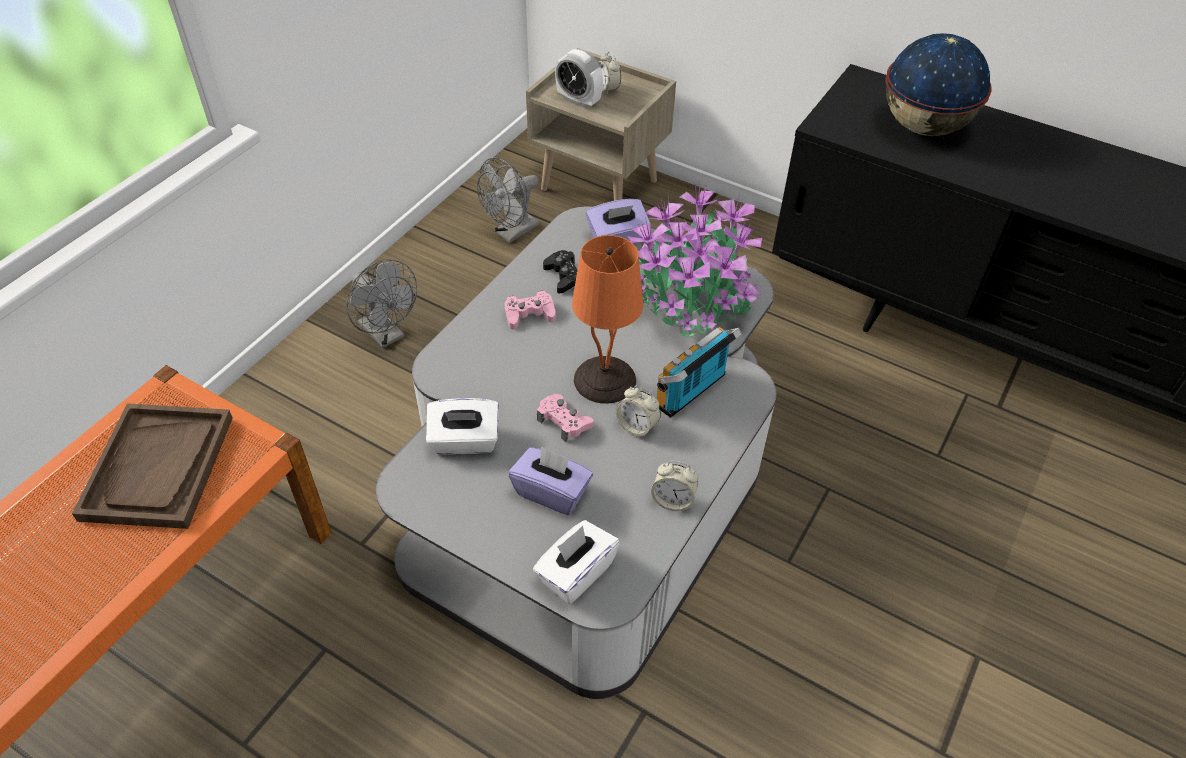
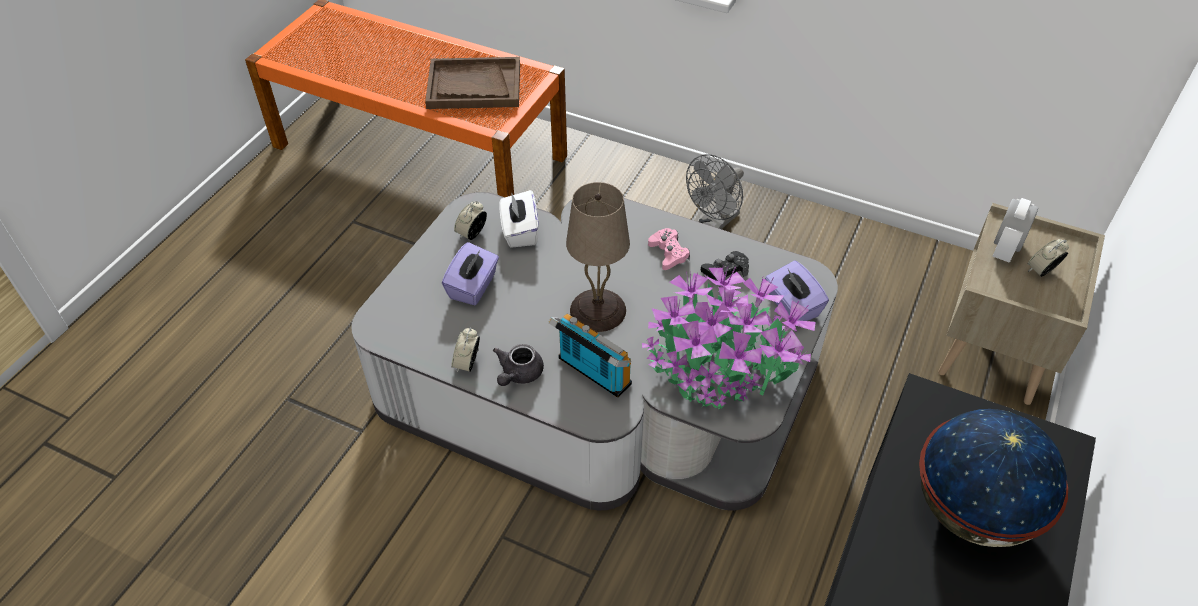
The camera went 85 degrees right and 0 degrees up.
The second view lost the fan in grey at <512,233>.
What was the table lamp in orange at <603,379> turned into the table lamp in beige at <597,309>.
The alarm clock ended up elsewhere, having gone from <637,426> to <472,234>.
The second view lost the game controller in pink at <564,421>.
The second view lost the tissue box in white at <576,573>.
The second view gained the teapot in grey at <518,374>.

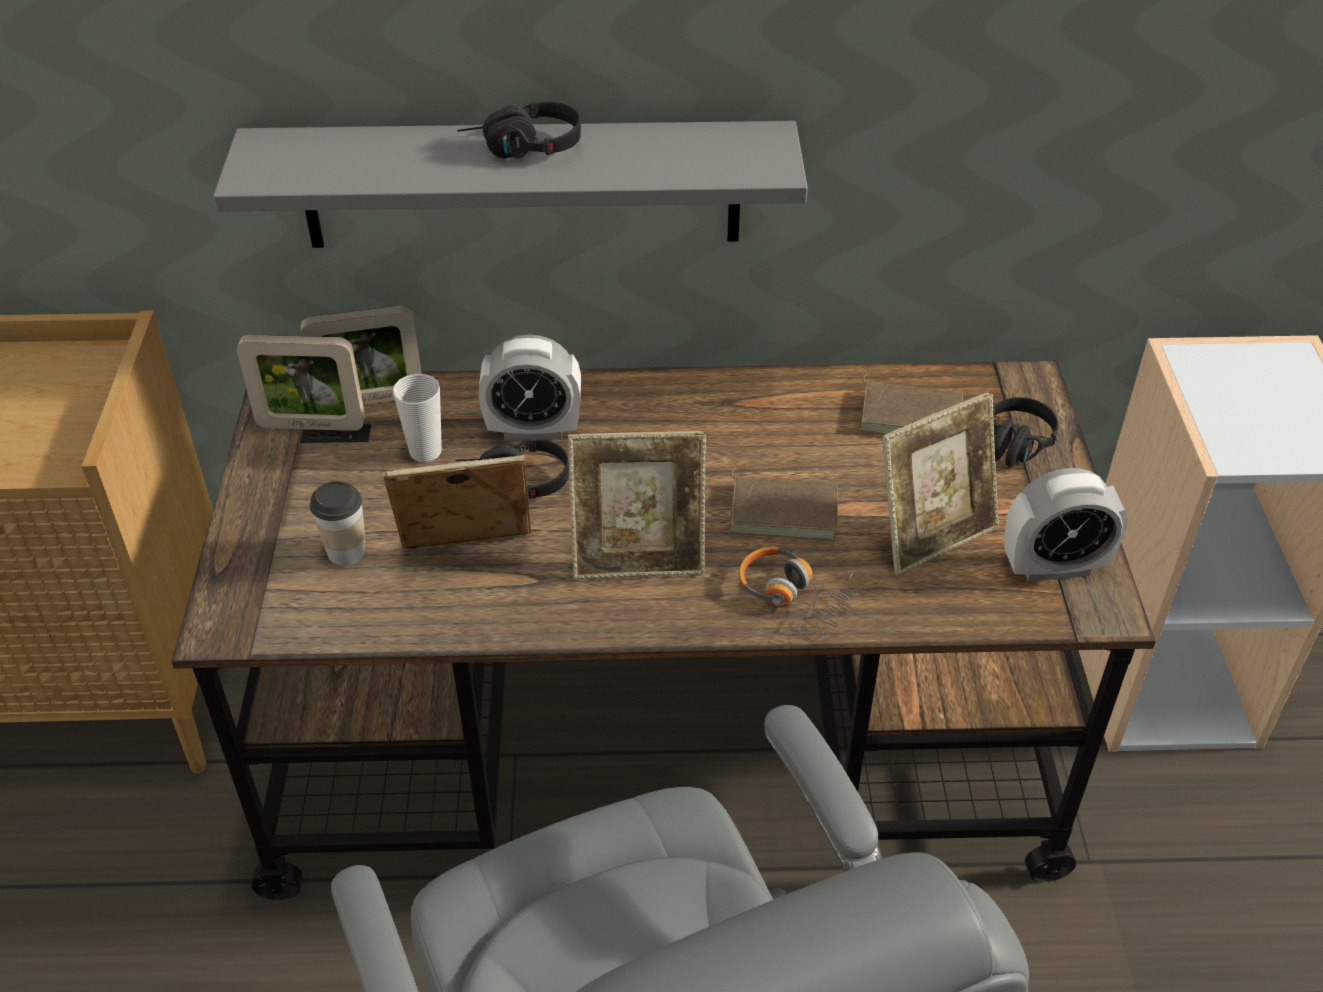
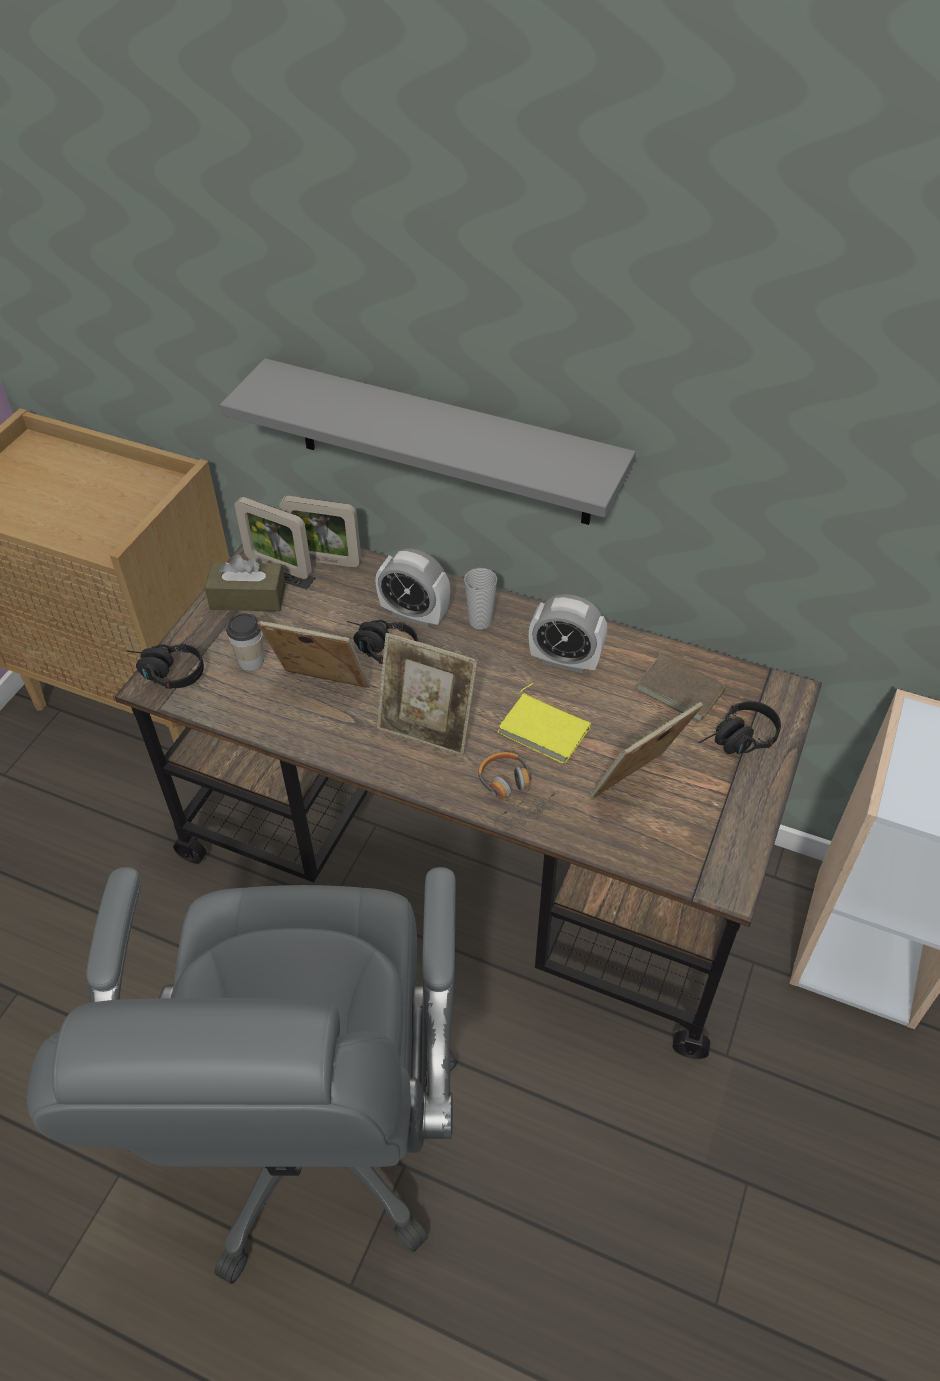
The camera went 25 degrees right and 5 degrees up.
The headphones in black ended up elsewhere, having gone from <521,149> to <165,673>.
The cup ended up elsewhere, having gone from <425,451> to <480,621>.
The picture frame at <933,536> ended up facing another way, 150 degrees clockwise from before.
What was the book in brown at <784,510> turned into the book in yellow at <545,729>.
The alarm clock ended up elsewhere, having gone from <1053,567> to <565,661>.
The second view gained the tissue box in brown at <248,597>.

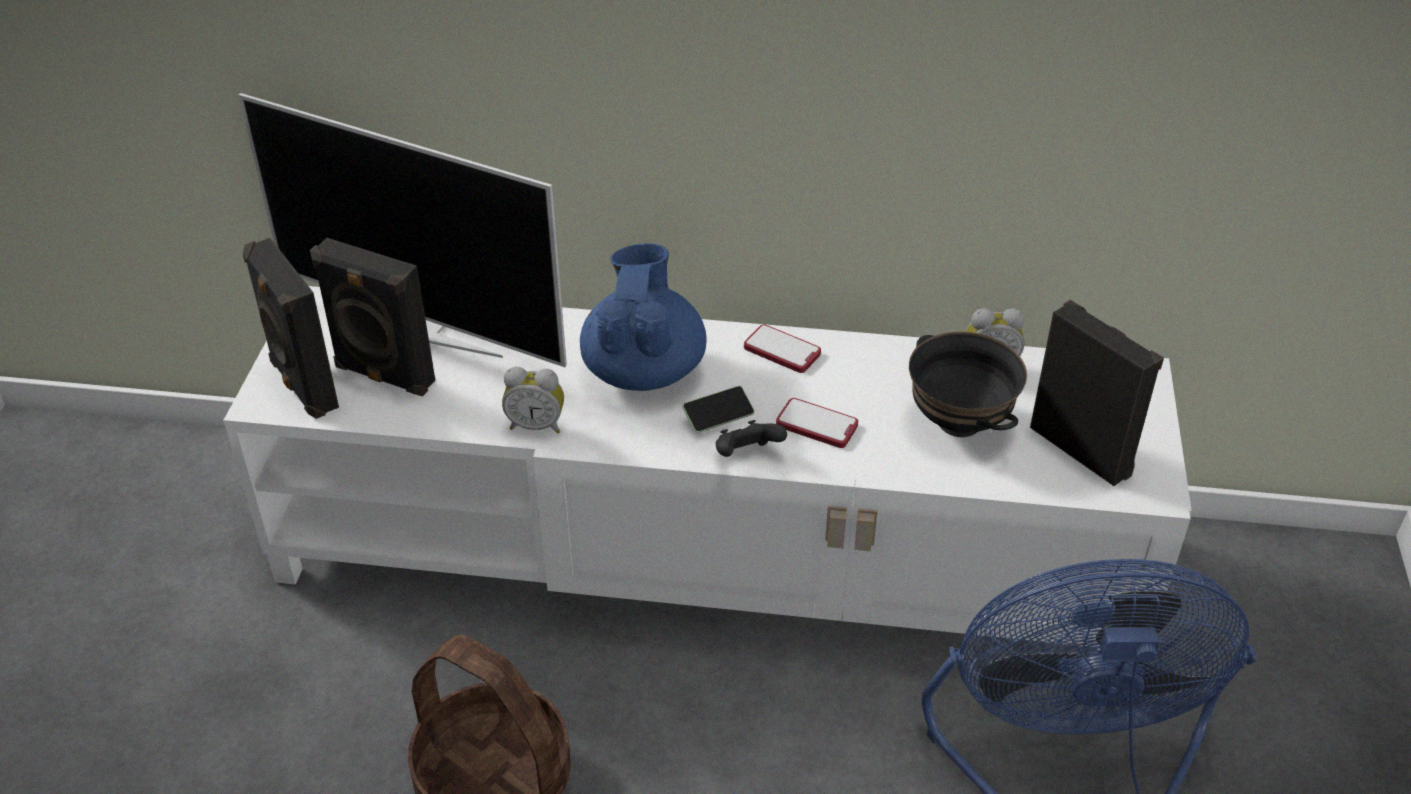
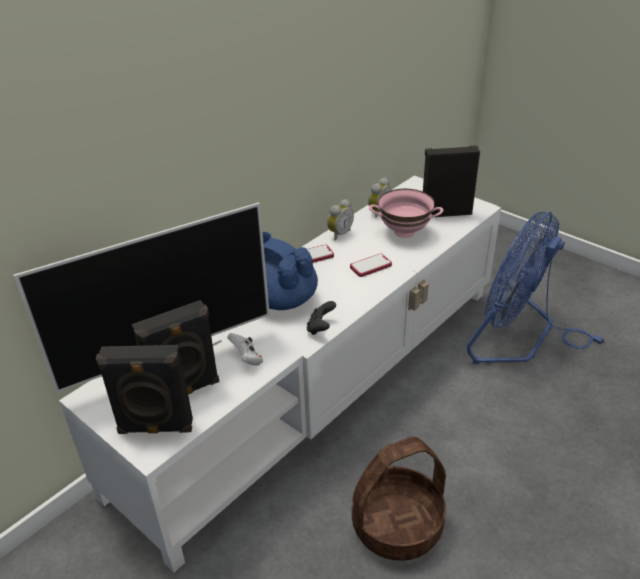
The camera went 55 degrees left and 5 degrees down.
What was the bowl in black at <958,423> turned into the bowl in pink at <404,232>.
The alarm clock ended up elsewhere, having gone from <536,424> to <339,234>.
The second view lost the phone at <718,416>.
The game controller in black ended up elsewhere, having gone from <747,455> to <321,328>.
The second view gained the game controller in white at <247,359>.

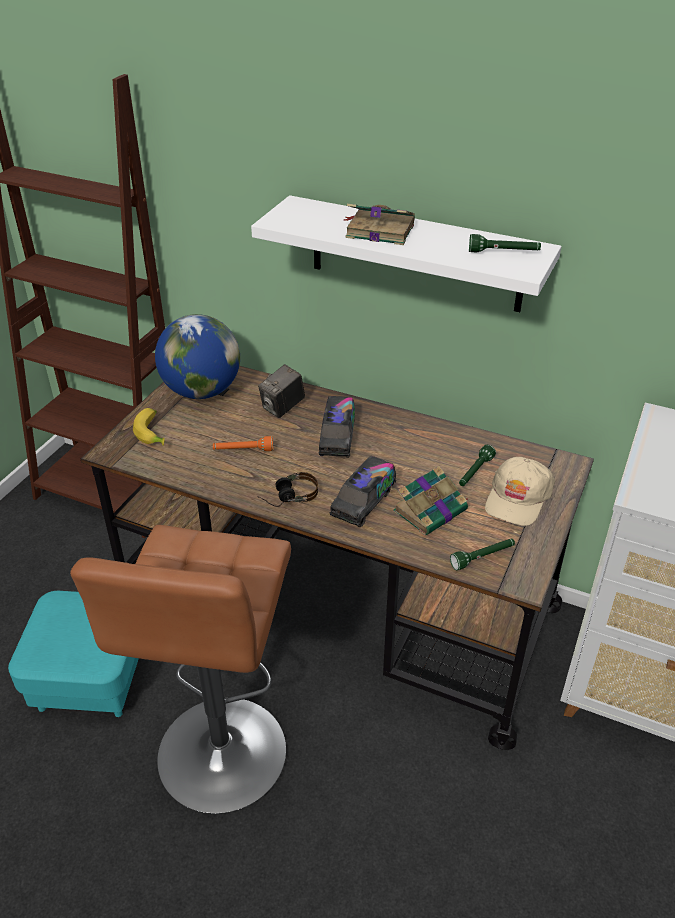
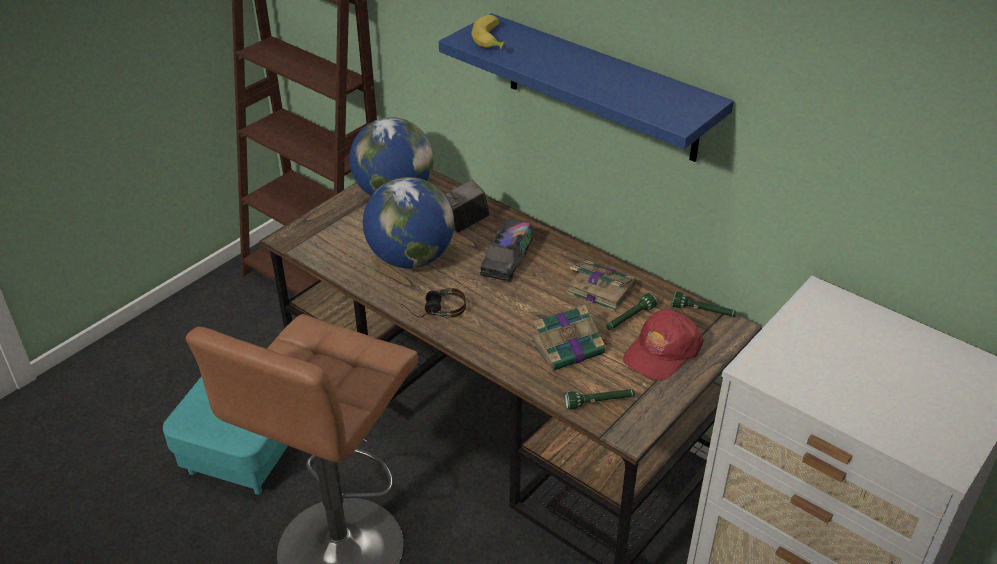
The camera went 15 degrees right and 0 degrees up.
What was the shelf in white at <415,254> turned into the shelf in blue at <601,88>.
The book ended up elsewhere, having gone from <378,231> to <599,288>.
The flashlight in green ended up elsewhere, having gone from <503,253> to <703,312>.
The banana ended up elsewhere, having gone from <154,433> to <493,40>.
Where the flashlight in orange stood at <243,450>, the globe came to stand at <411,258>.
The second view lost the toy truck at <363,502>.
What was the cap in beige at <517,498> turned into the cap in red at <661,352>.

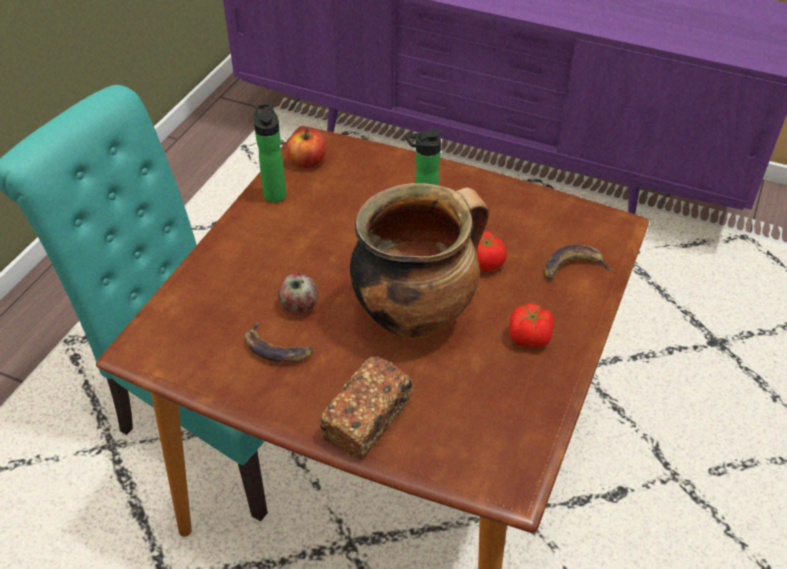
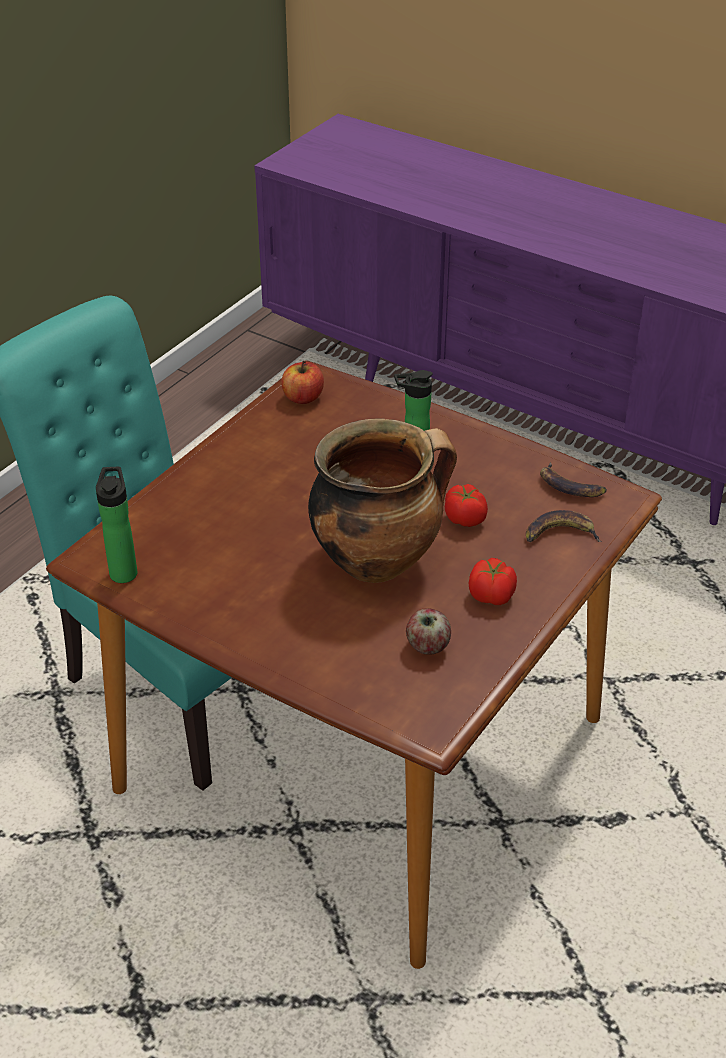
The camera went 10 degrees right and 5 degrees down.
The bottle ended up elsewhere, having gone from <274,193> to <123,571>.
The apple ended up elsewhere, having gone from <299,306> to <427,646>.
The banana ended up elsewhere, having gone from <276,348> to <570,486>.
The second view lost the bread at <367,420>.

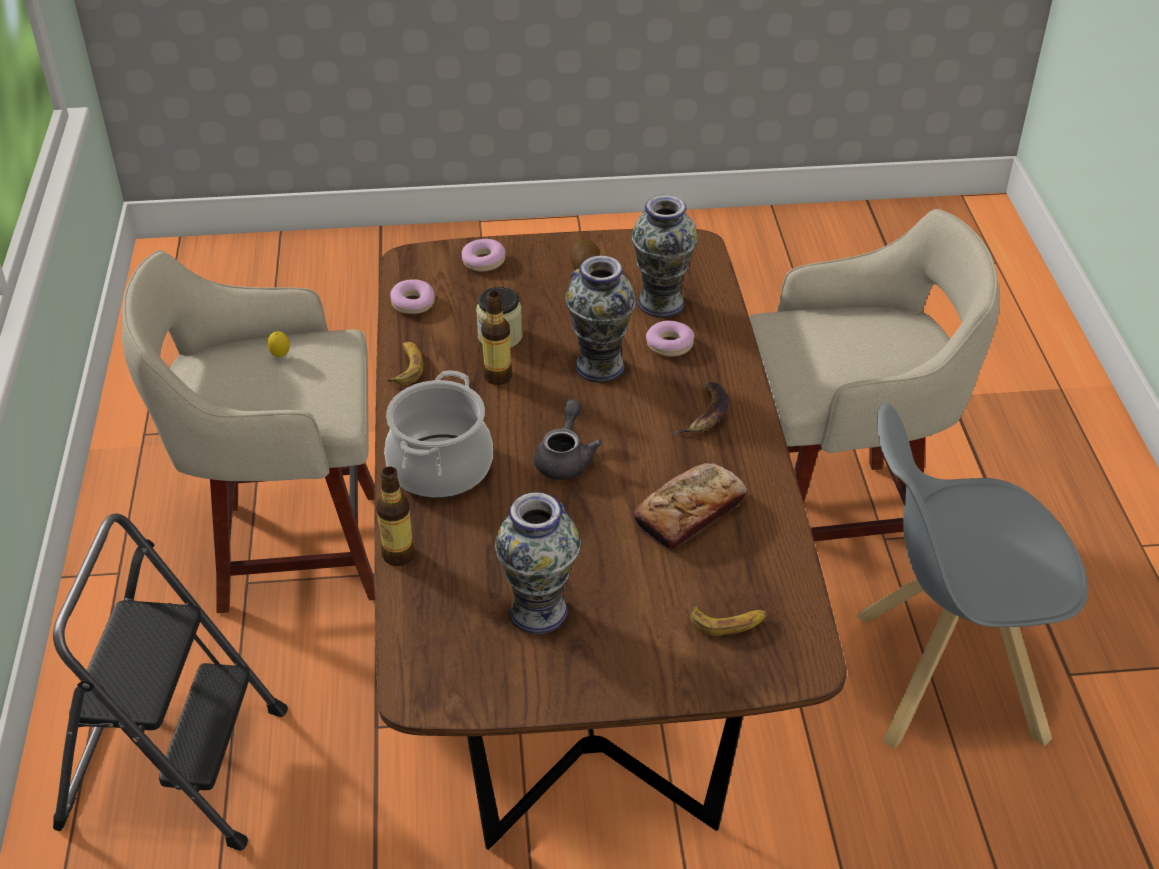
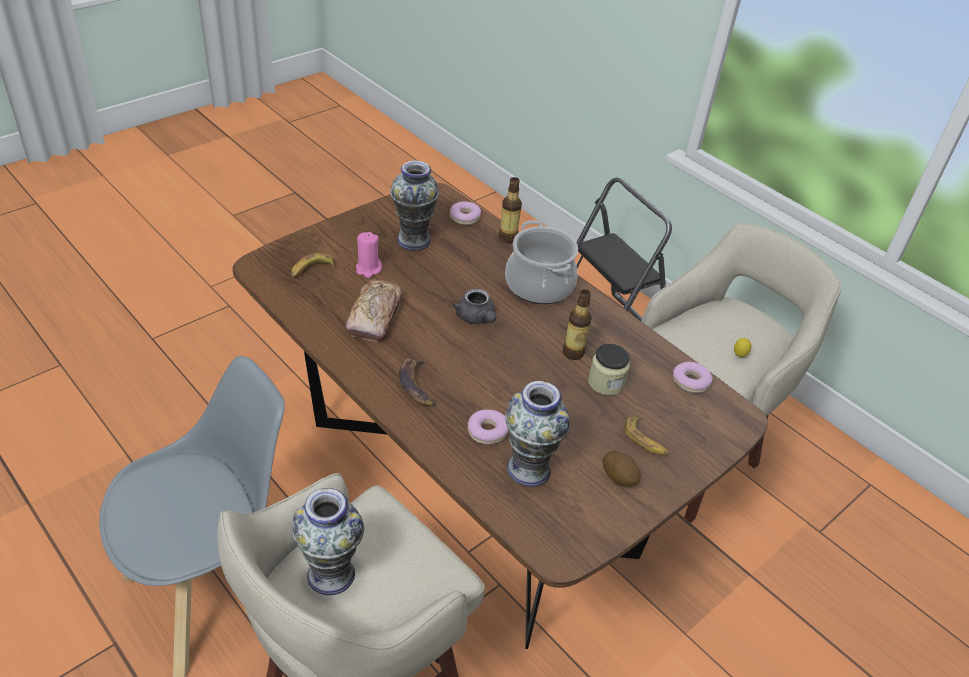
The camera went 140 degrees right and 0 degrees up.
The donut ended up elsewhere, having gone from <483,261> to <465,217>.
The vase ended up elsewhere, having gone from <599,367> to <331,574>.
The banana ended up elsewhere, having gone from <406,367> to <645,440>.
The second view gained the candle in pink at <368,269>.

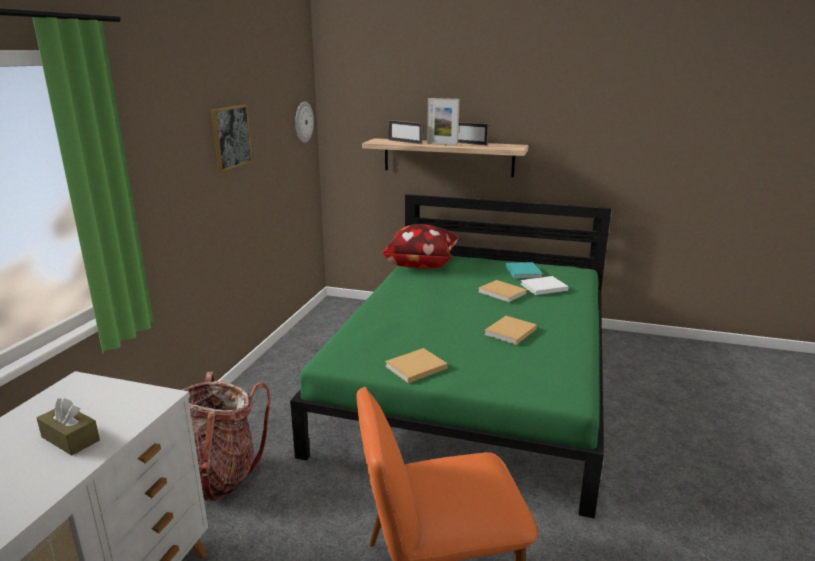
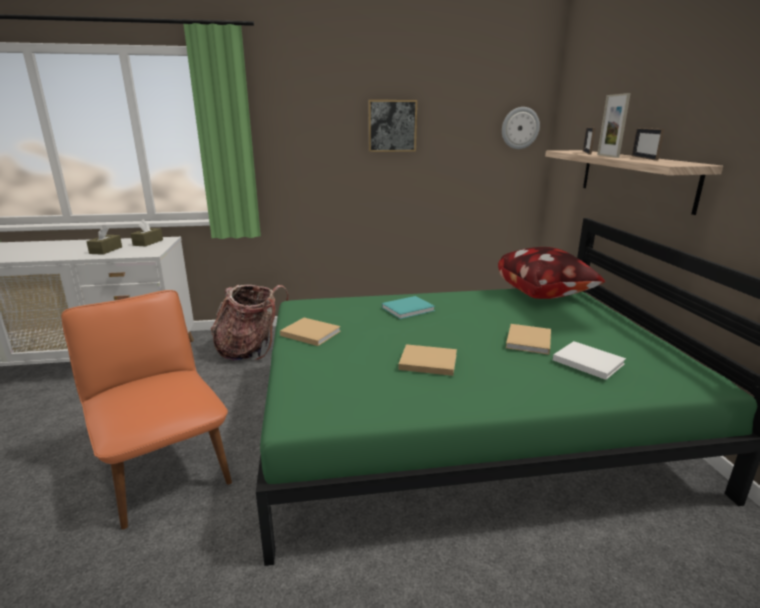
The camera went 65 degrees right and 0 degrees up.
The book in turquoise ended up elsewhere, having gone from <523,271> to <409,309>.
The second view gained the tissue box in brown at <148,242>.

